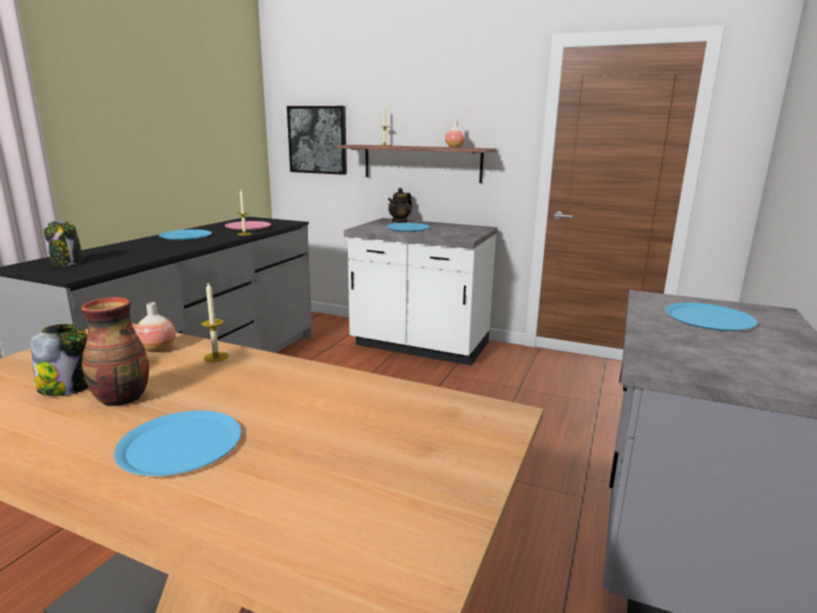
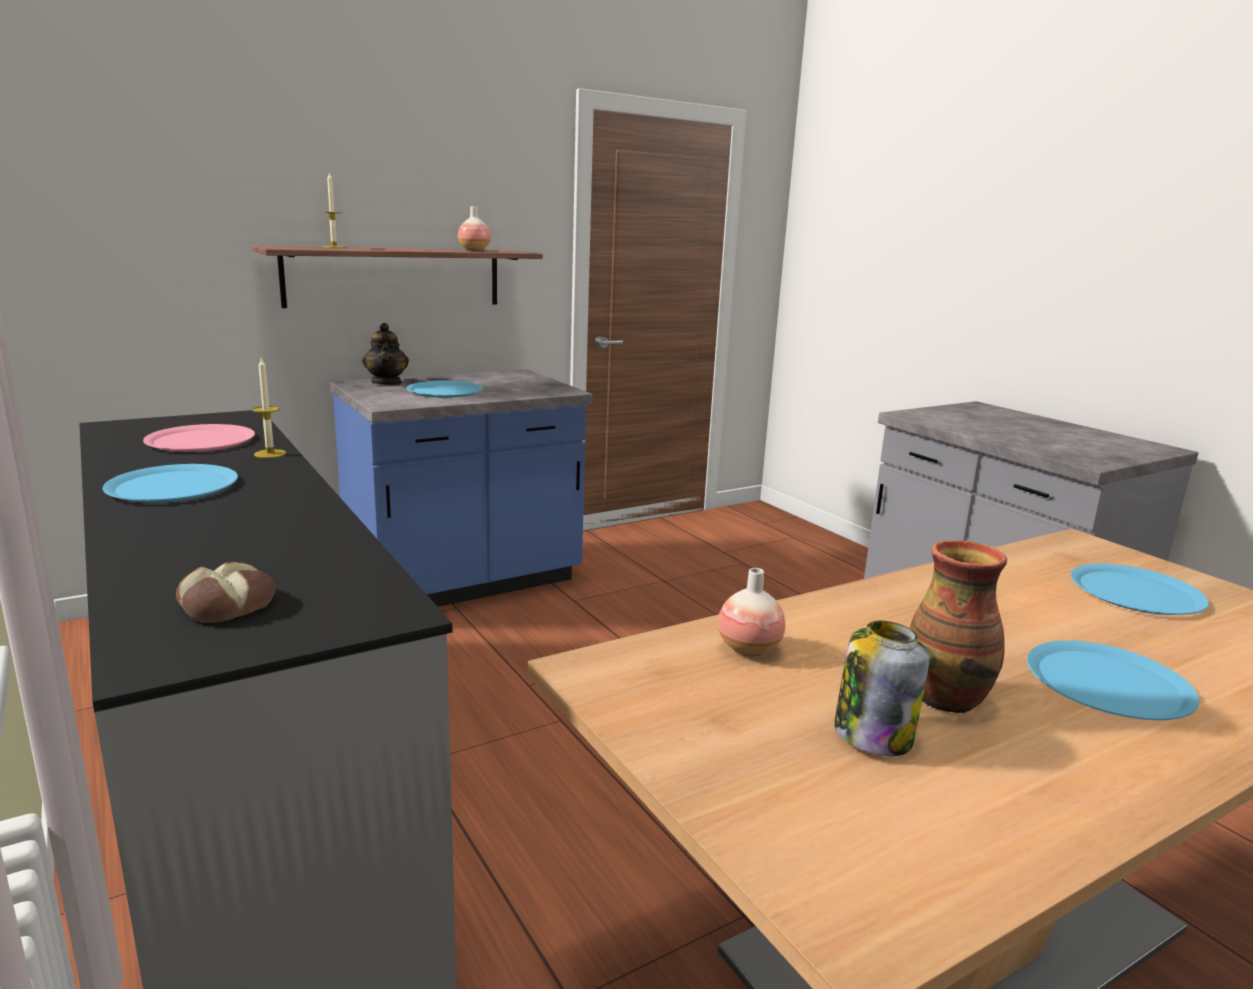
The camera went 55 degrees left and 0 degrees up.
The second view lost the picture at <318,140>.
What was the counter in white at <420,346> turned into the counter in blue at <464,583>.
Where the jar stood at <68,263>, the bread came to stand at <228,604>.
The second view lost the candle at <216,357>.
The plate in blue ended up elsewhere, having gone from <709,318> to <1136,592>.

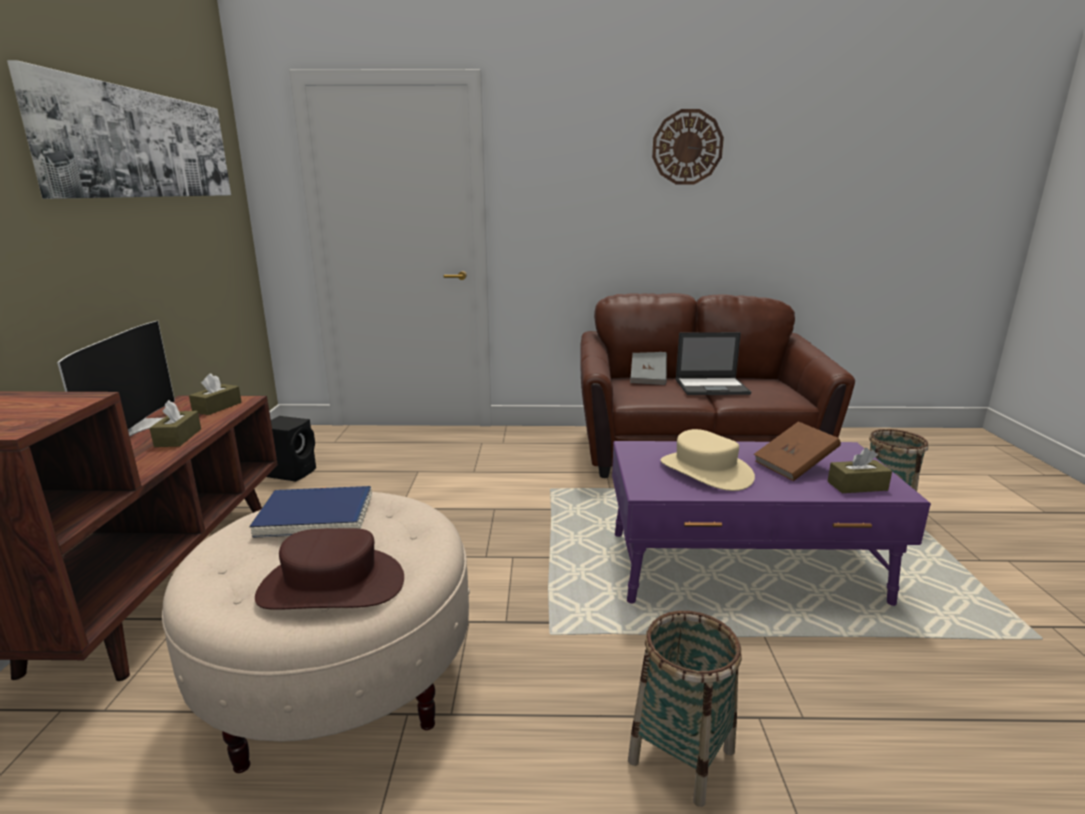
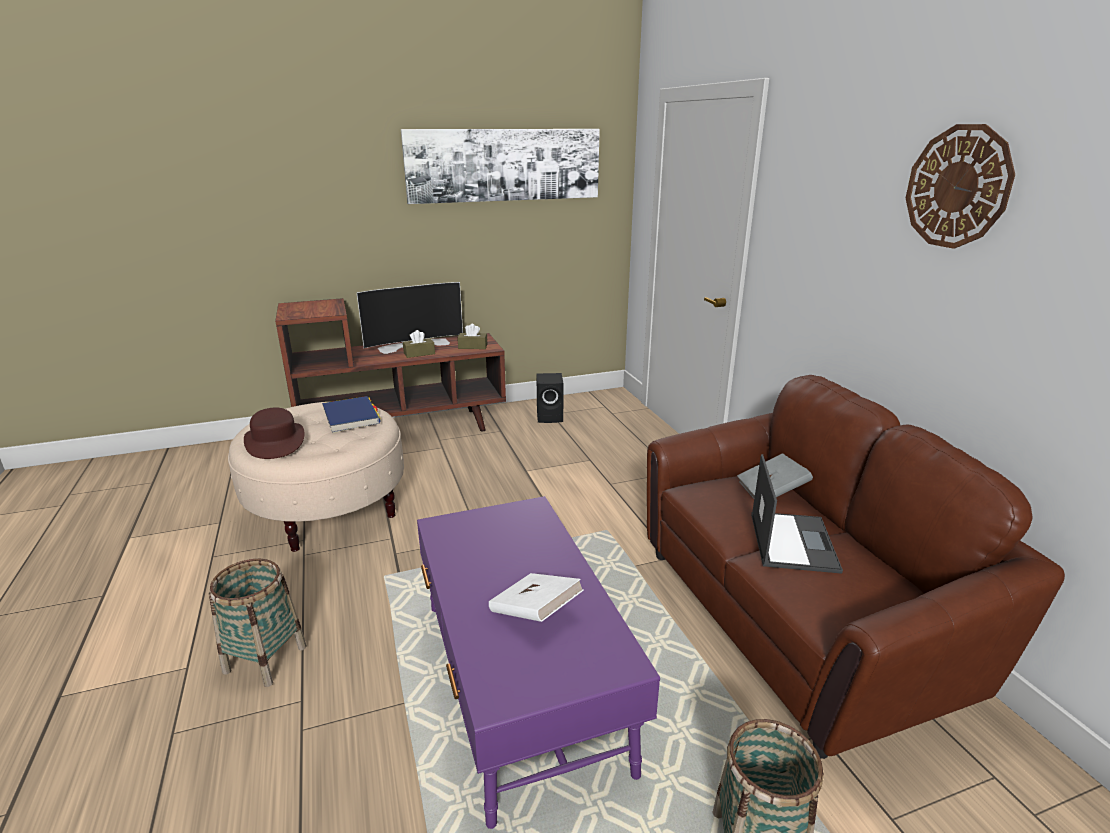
The camera went 70 degrees right and 5 degrees up.
The laptop at <712,387> ended up facing another way, 150 degrees counterclockwise from before.
What was the book in brown at <794,466> turned into the book in white at <535,613>.
The second view lost the hat in beige at <705,471>.
The second view lost the tissue box in brown at <857,486>.

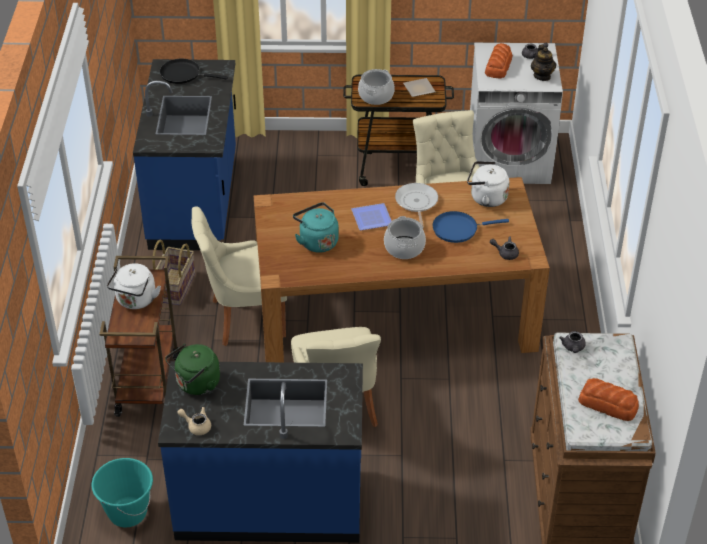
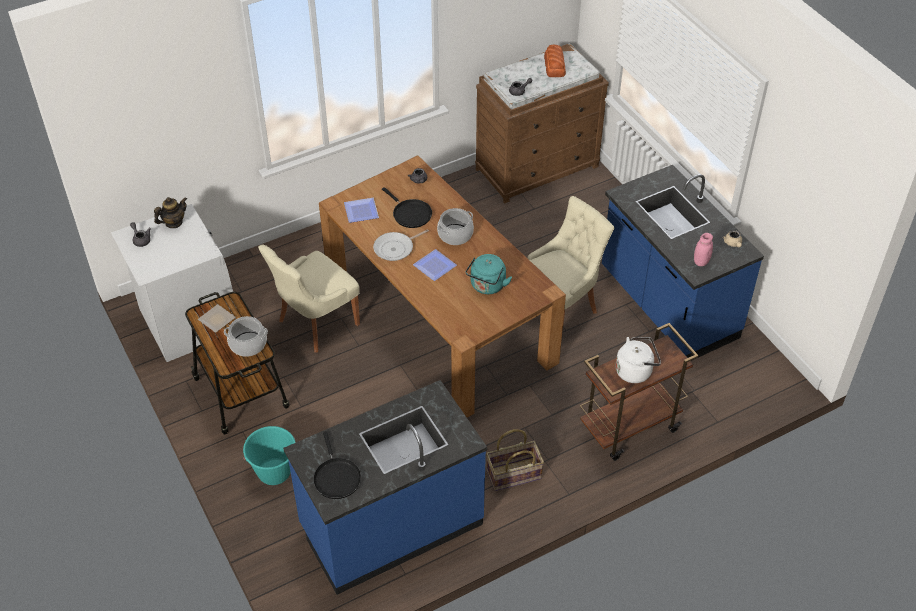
The camera went 120 degrees left and 5 degrees up.
The second view lost the bread at <498,66>.
Where the kettle in white stood at <486,198>, the plate came to stand at <360,212>.
The second view lost the chair in beige at <245,318>.
What was the frying pan in blue at <458,229> turned into the frying pan in black at <410,214>.
Where the kettle in green stood at <196,384>, the jar in pink came to stand at <701,262>.
The bucket in turquoise ended up elsewhere, having gone from <127,512> to <274,472>.

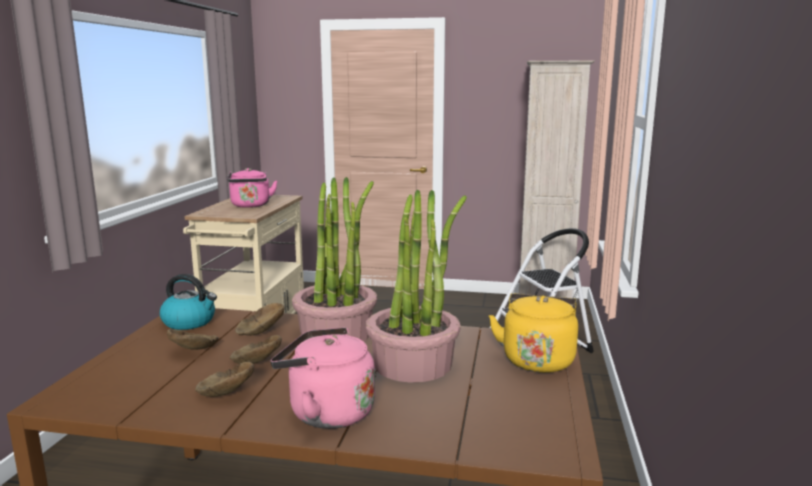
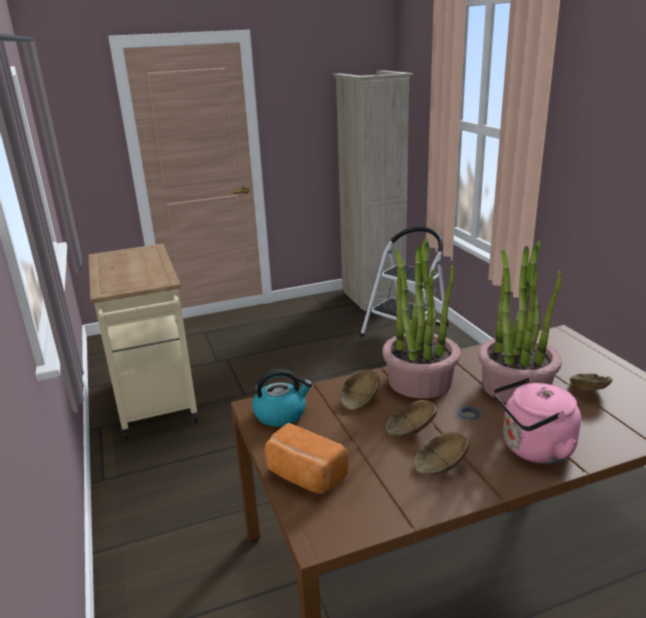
The camera went 30 degrees left and 10 degrees up.
The second view lost the kettle in pink at <251,206>.
The second view lost the kettle in yellow at <537,359>.
The bowl in brown ended up elsewhere, having gone from <196,350> to <588,390>.
The second view gained the bread at <304,476>.

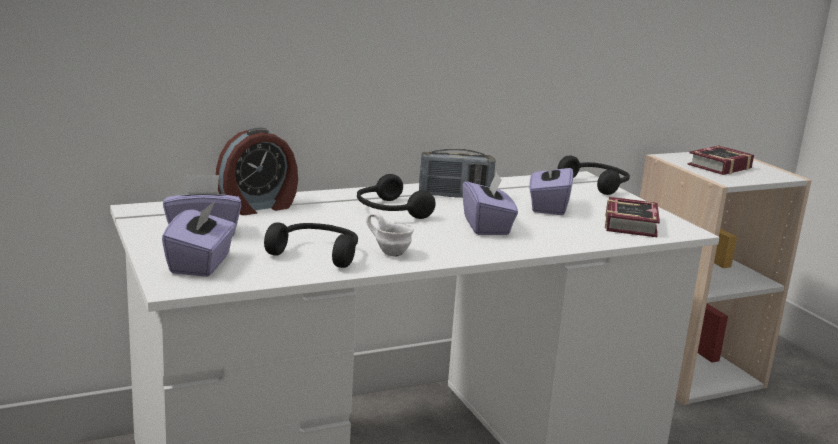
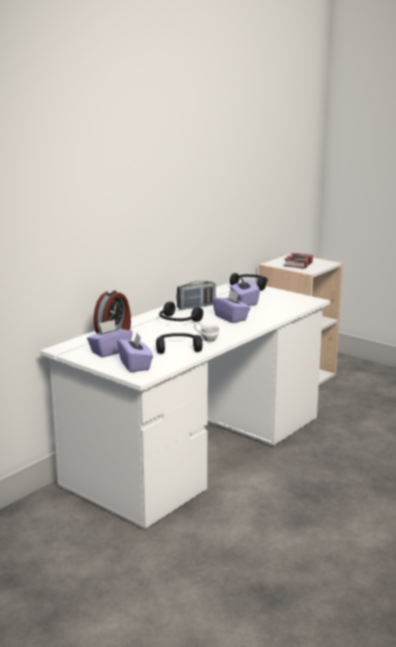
The camera went 25 degrees left and 0 degrees up.
The second view lost the book at <633,223>.

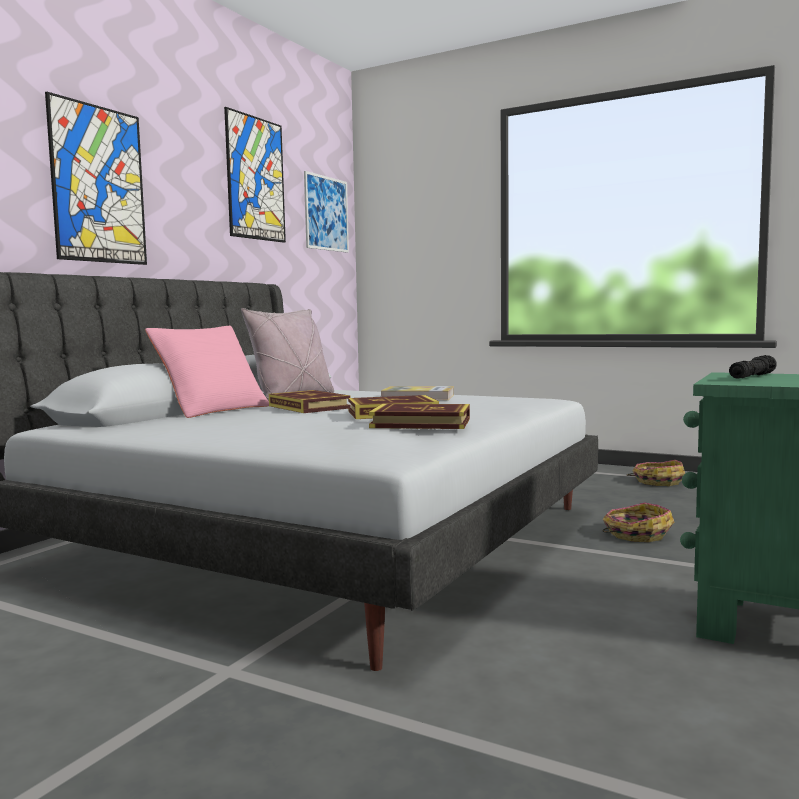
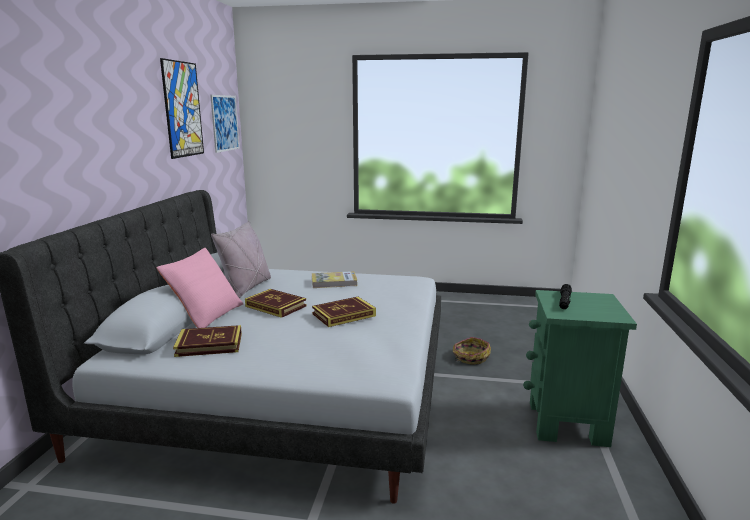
The camera went 20 degrees left and 10 degrees up.
The second view lost the picture at <98,184>.
The book ended up elsewhere, having gone from <421,423> to <209,345>.
The second view lost the basket at <657,481>.

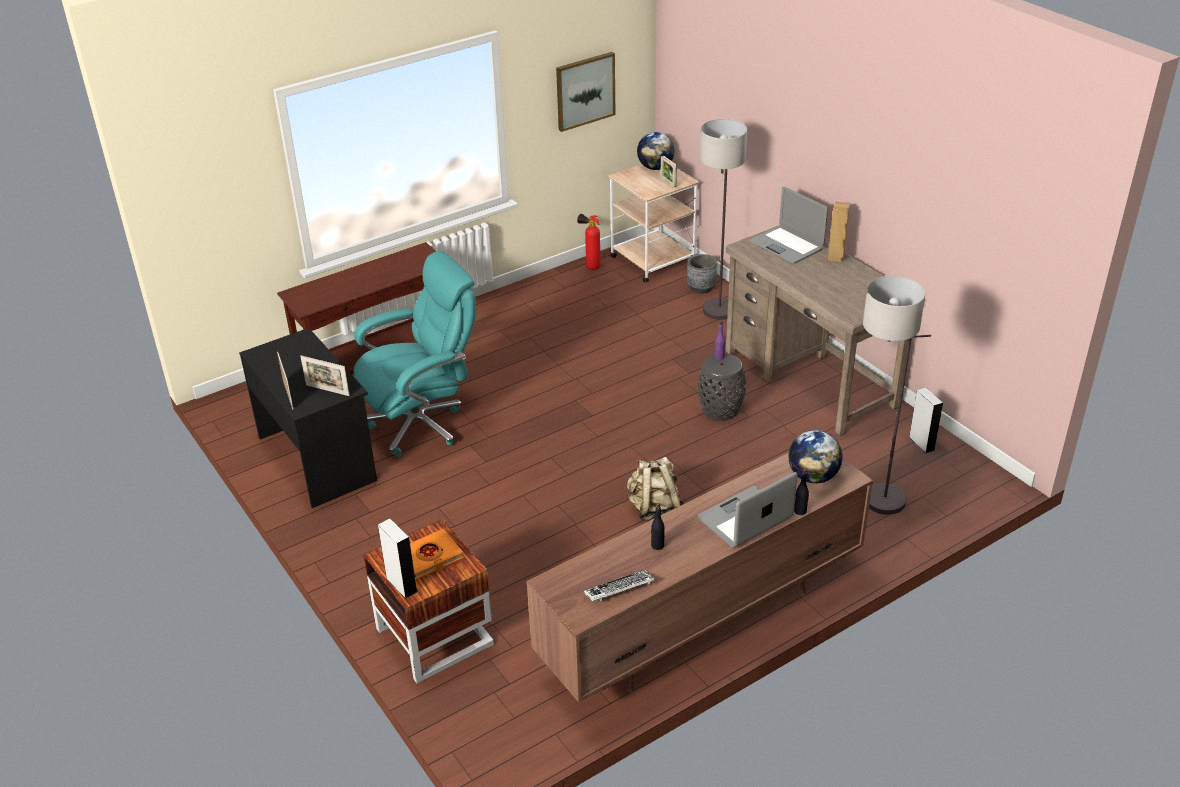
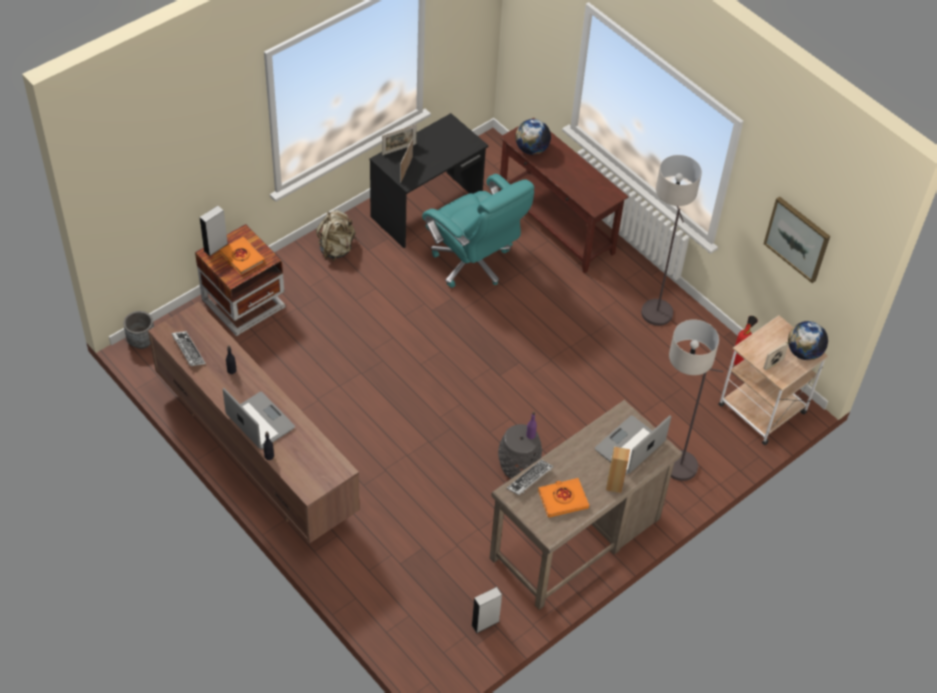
The camera went 80 degrees right and 15 degrees up.
The planter in grey ended up elsewhere, having gone from <701,288> to <142,341>.
The floor lamp in grey ended up elsewhere, having gone from <872,501> to <654,306>.
The globe ended up elsewhere, having gone from <813,477> to <531,149>.
The backpack in beige ended up elsewhere, having gone from <654,508> to <336,248>.
The second view gained the keyboard at <530,479>.
The second view gained the book in orange at <563,499>.

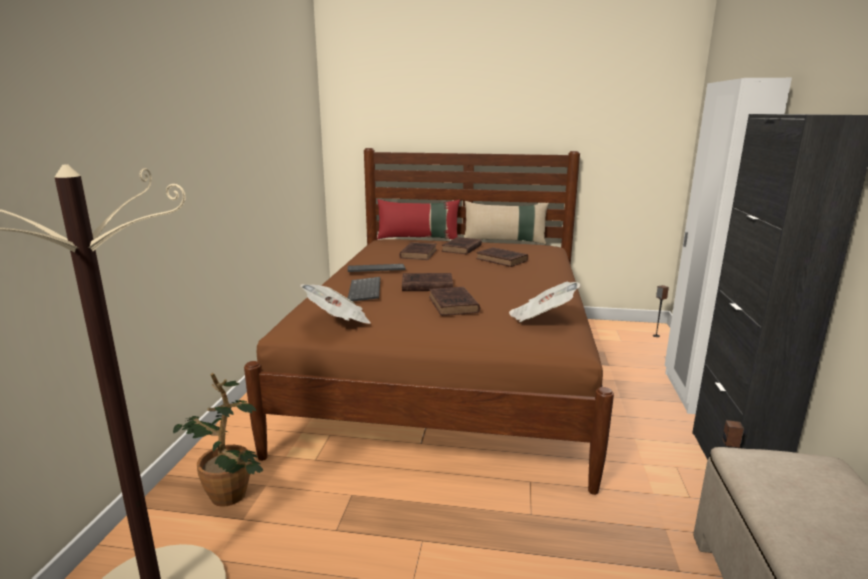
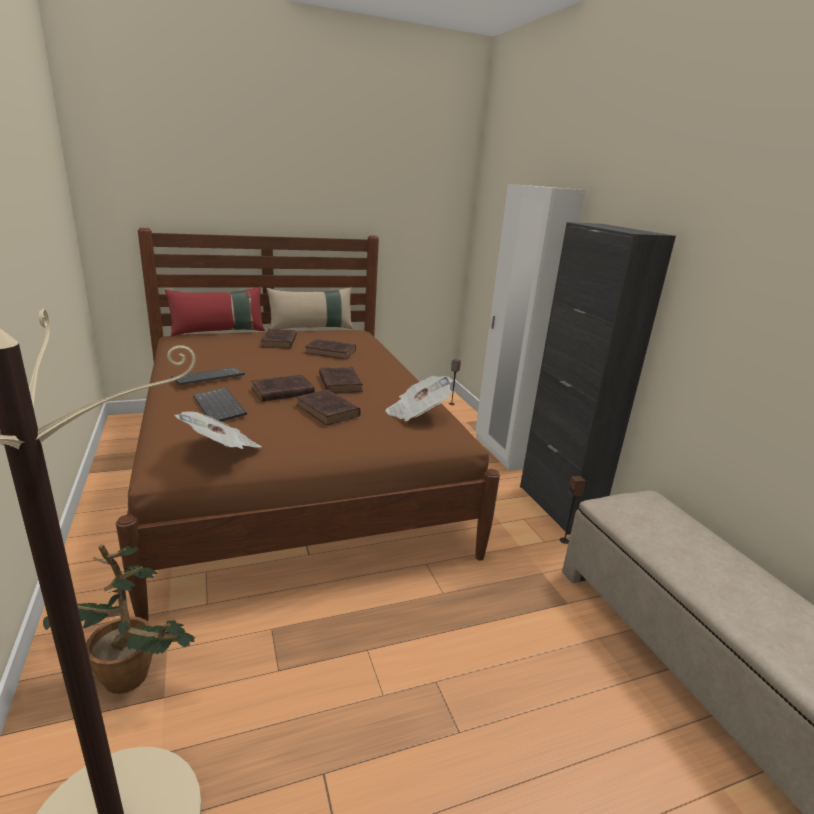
The camera went 30 degrees left and 5 degrees up.
The book in brown ended up elsewhere, having gone from <419,254> to <340,383>.

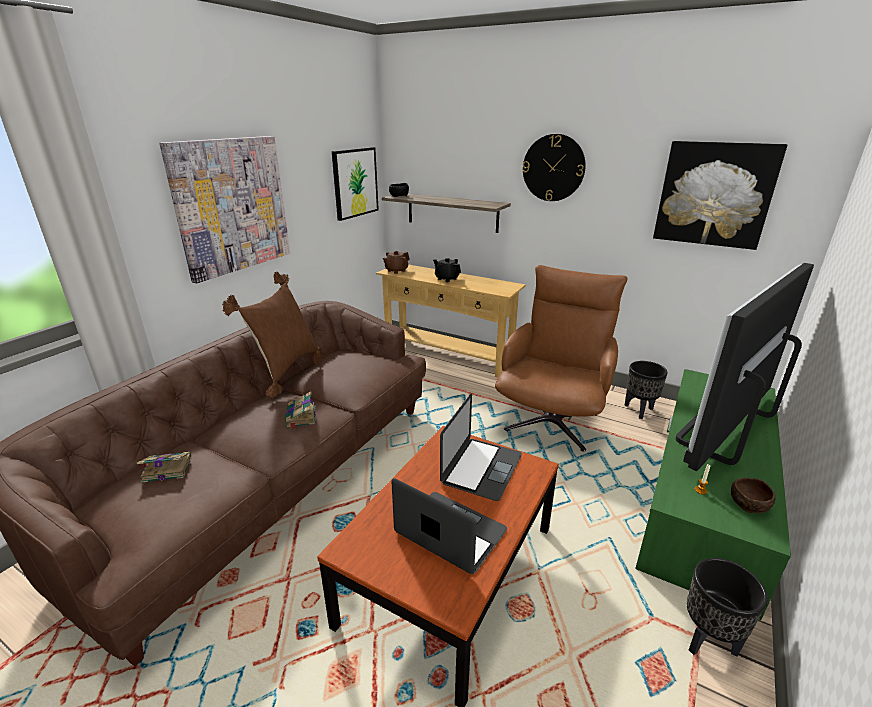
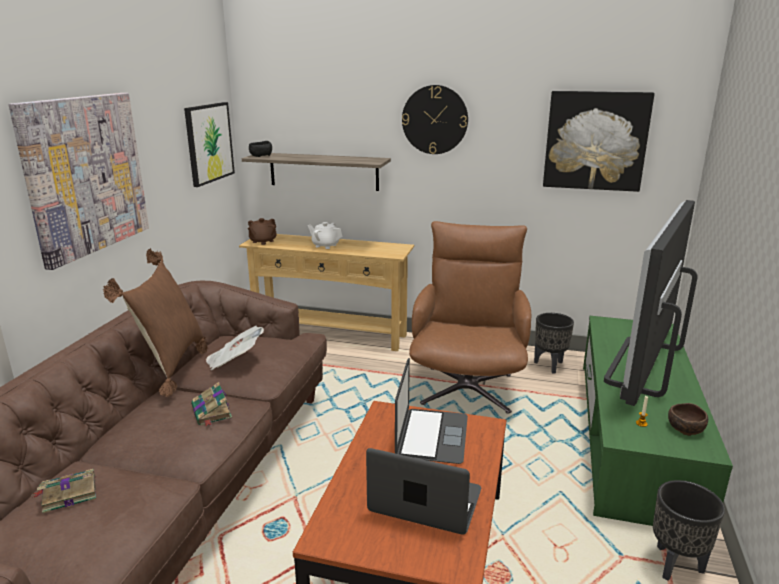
The camera went 15 degrees left and 5 degrees down.
What was the teapot in black at <446,279> turned into the teapot in white at <325,245>.
The second view gained the newspaper at <234,361>.

